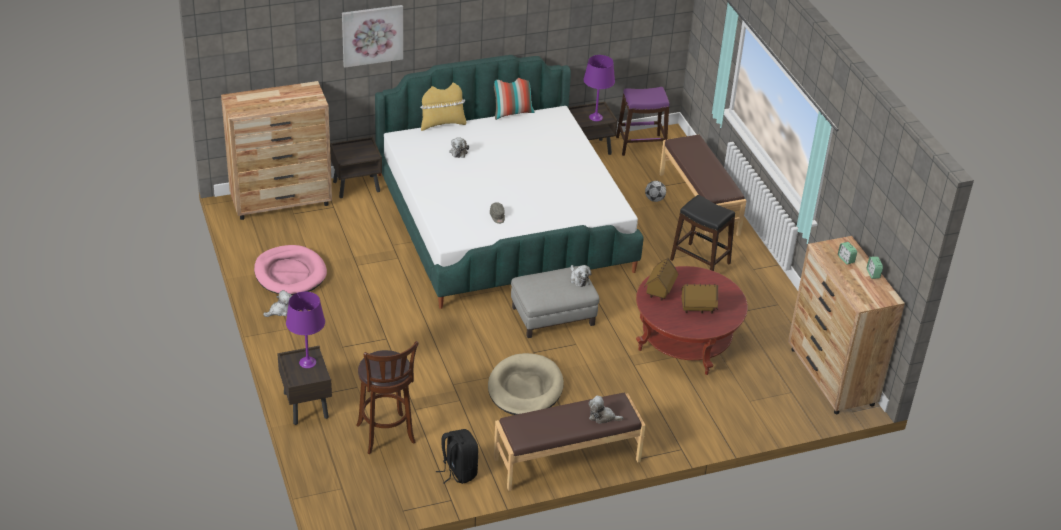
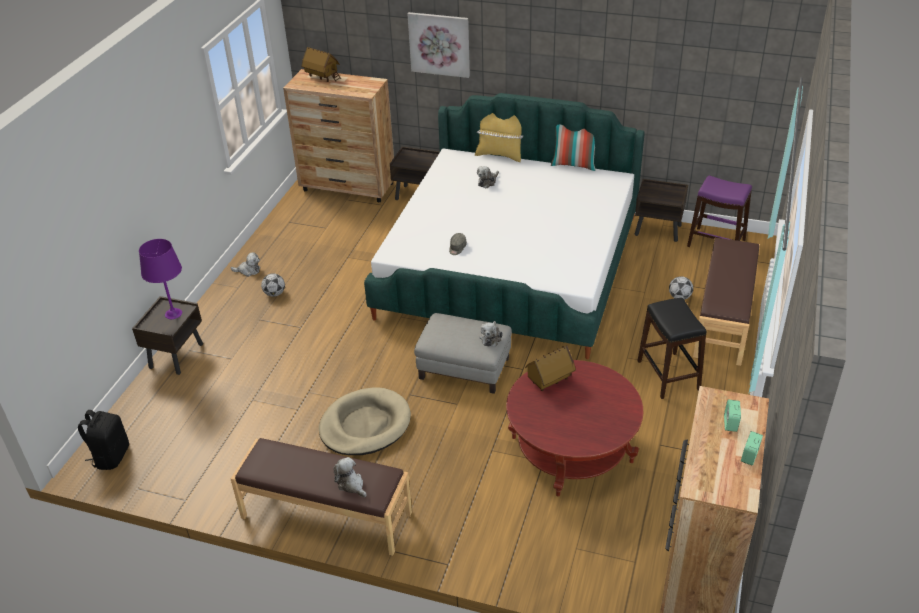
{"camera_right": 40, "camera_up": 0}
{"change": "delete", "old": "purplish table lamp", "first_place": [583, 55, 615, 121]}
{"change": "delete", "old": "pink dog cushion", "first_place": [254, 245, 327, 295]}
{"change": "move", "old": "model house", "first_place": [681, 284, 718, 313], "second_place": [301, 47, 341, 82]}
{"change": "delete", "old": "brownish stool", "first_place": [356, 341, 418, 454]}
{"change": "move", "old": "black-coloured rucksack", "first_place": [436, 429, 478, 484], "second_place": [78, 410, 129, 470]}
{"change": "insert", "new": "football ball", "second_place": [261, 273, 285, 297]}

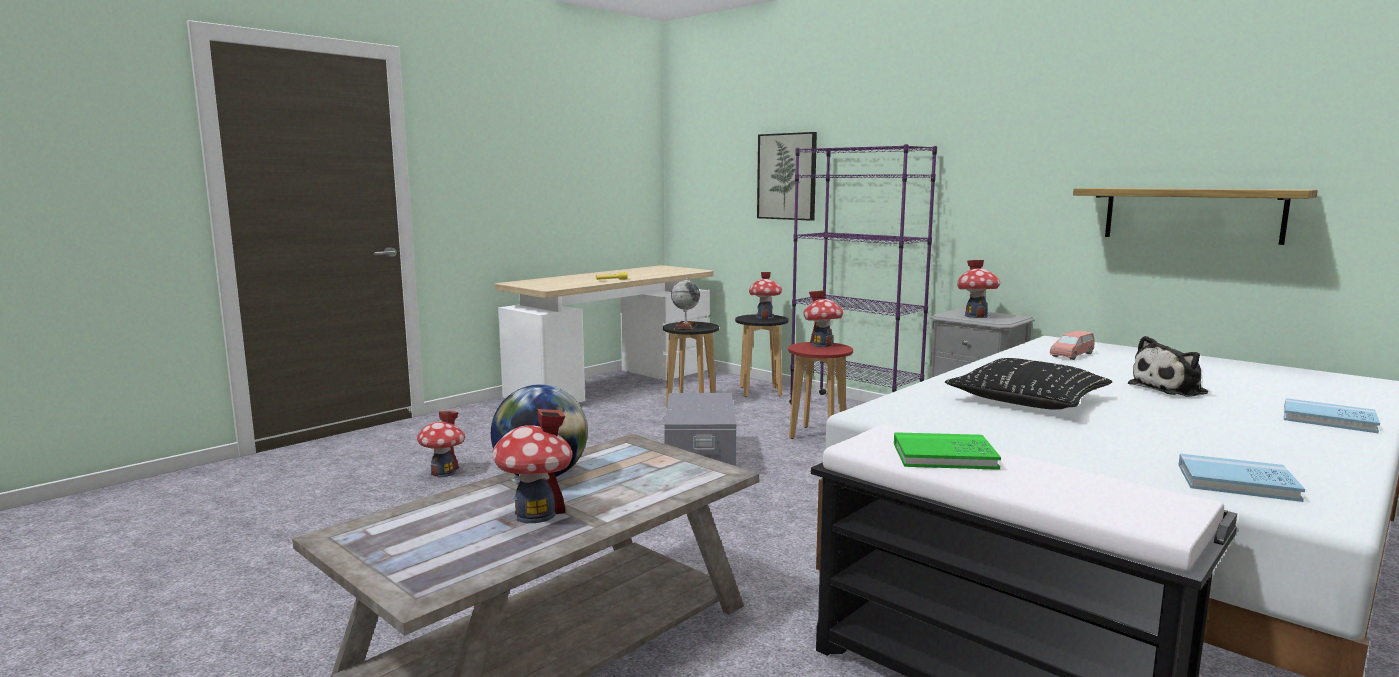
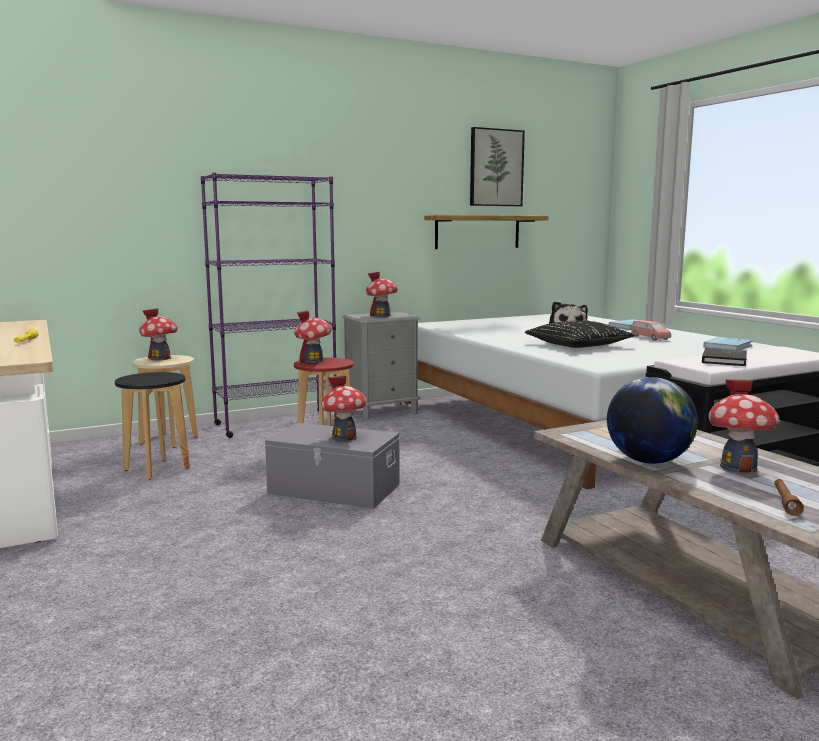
{"camera_right": -70, "camera_up": 0}
{"change": "move", "old": "wall art", "first_place": [757, 132, 817, 221], "second_place": [470, 127, 525, 206]}
{"change": "delete", "old": "globe", "first_place": [671, 278, 700, 330]}
{"change": "recolor", "old": "black-coloured stool", "new": "beige-coloured stool", "first_place": [735, 314, 788, 397], "second_place": [132, 355, 198, 448]}
{"change": "move", "old": "pink toy car", "first_place": [1050, 331, 1095, 360], "second_place": [631, 320, 671, 341]}
{"change": "move", "old": "model house", "first_place": [417, 410, 465, 477], "second_place": [321, 376, 367, 441]}
{"change": "recolor", "old": "green-coloured book", "new": "black-coloured book", "first_place": [894, 432, 1001, 470], "second_place": [702, 348, 747, 366]}
{"change": "insert", "new": "brownish flashlight", "second_place": [774, 479, 804, 516]}

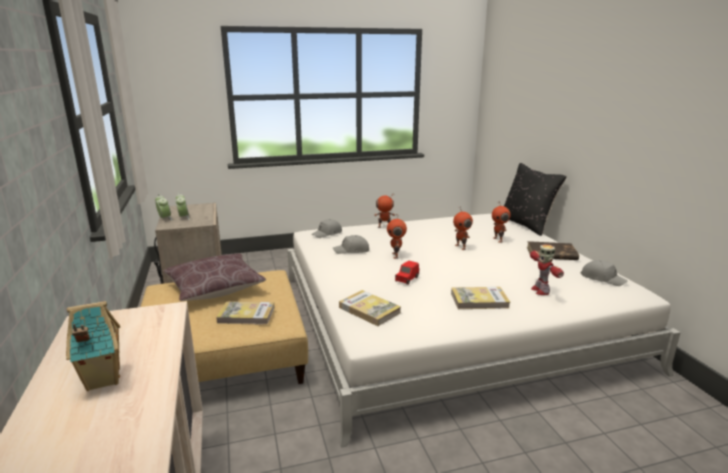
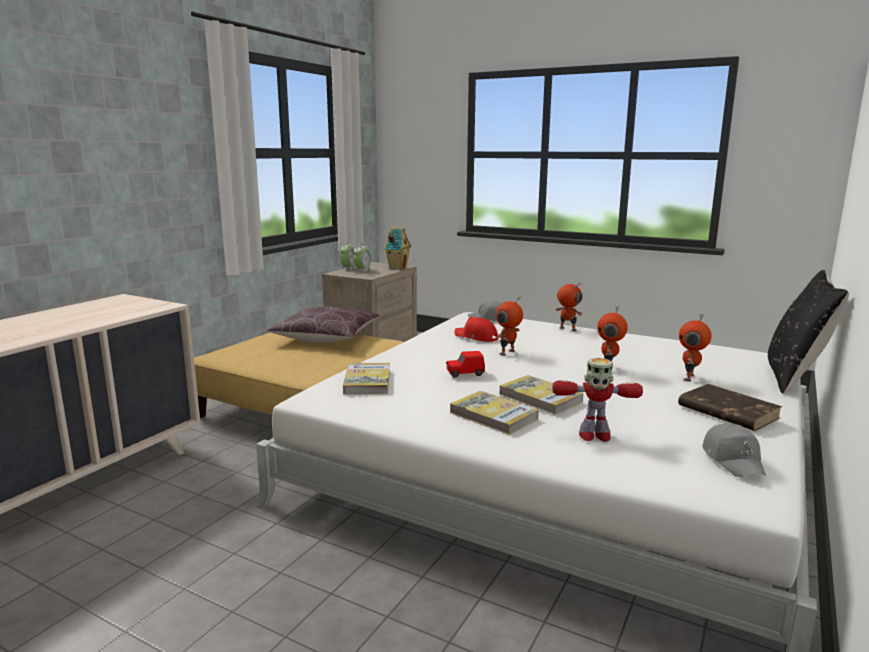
{"camera_right": 45, "camera_up": -5}
{"change": "recolor", "old": "gray baseball cap", "new": "reddish baseball cap", "first_place": [333, 235, 369, 254], "second_place": [454, 317, 498, 342]}
{"change": "rotate", "old": "toy robot", "first_place": [530, 244, 564, 295], "second_place": [552, 358, 643, 442], "degrees": -120}
{"change": "move", "old": "model house", "first_place": [66, 301, 120, 391], "second_place": [384, 227, 411, 269]}
{"change": "move", "old": "book", "first_place": [216, 301, 275, 325], "second_place": [499, 375, 583, 415]}

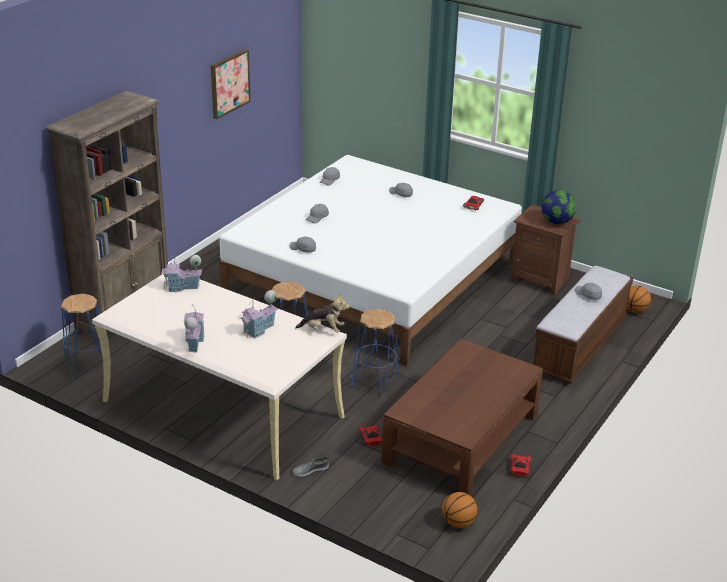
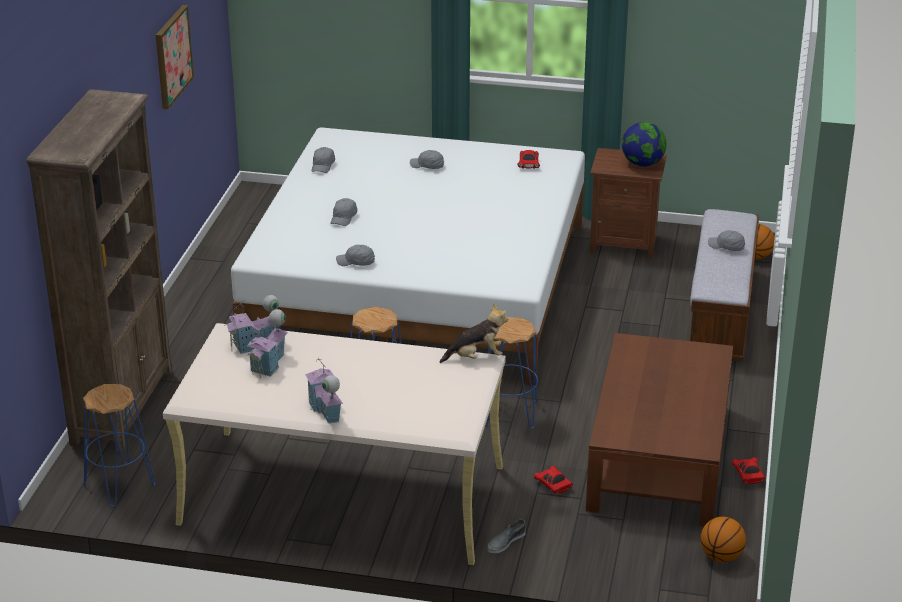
{"camera_right": -20, "camera_up": 0}
{"change": "move", "old": "model house", "first_place": [240, 290, 278, 338], "second_place": [247, 309, 288, 378]}

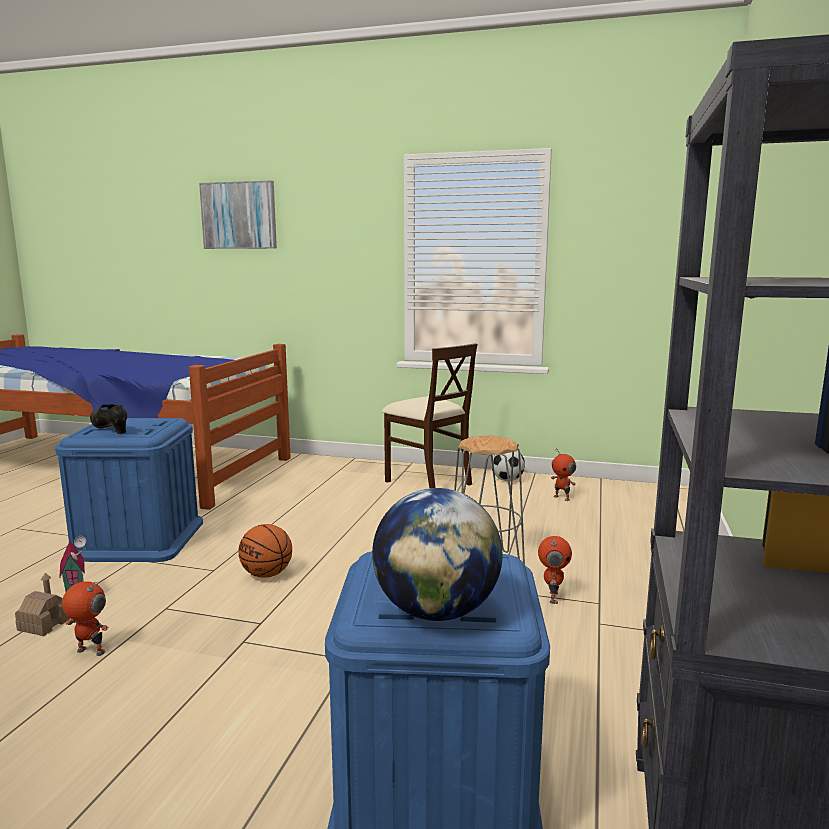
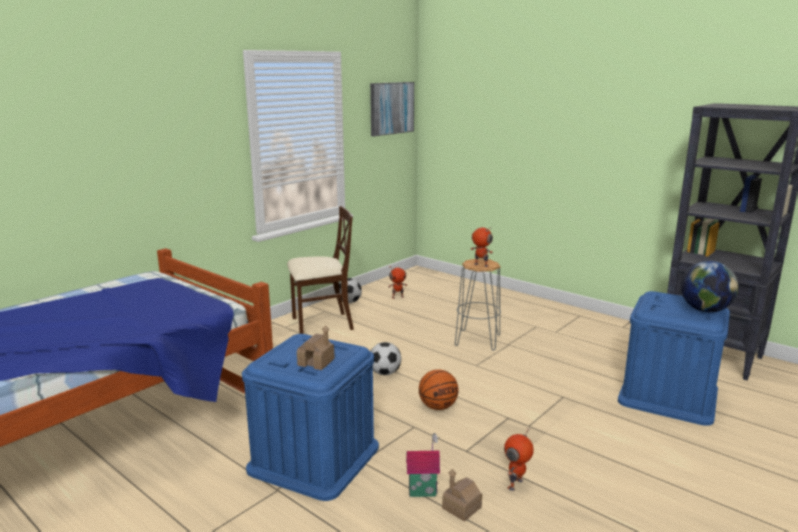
{"camera_right": -65, "camera_up": 5}
{"change": "move", "old": "wall art", "first_place": [199, 181, 277, 249], "second_place": [370, 82, 414, 136]}
{"change": "replace", "old": "black-coloured item of footwear", "new": "model house", "first_place": [90, 404, 127, 434], "second_place": [297, 325, 335, 370]}
{"change": "move", "old": "toy robot", "first_place": [538, 536, 572, 604], "second_place": [471, 227, 493, 267]}
{"change": "insert", "new": "football ball", "second_place": [370, 342, 401, 375]}

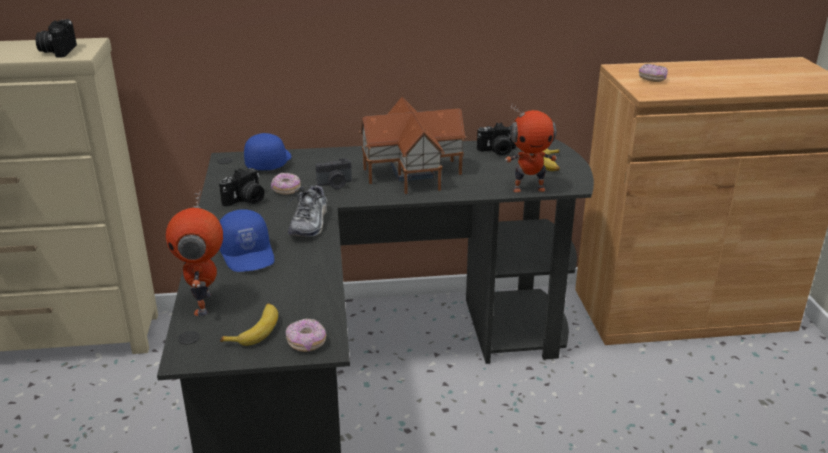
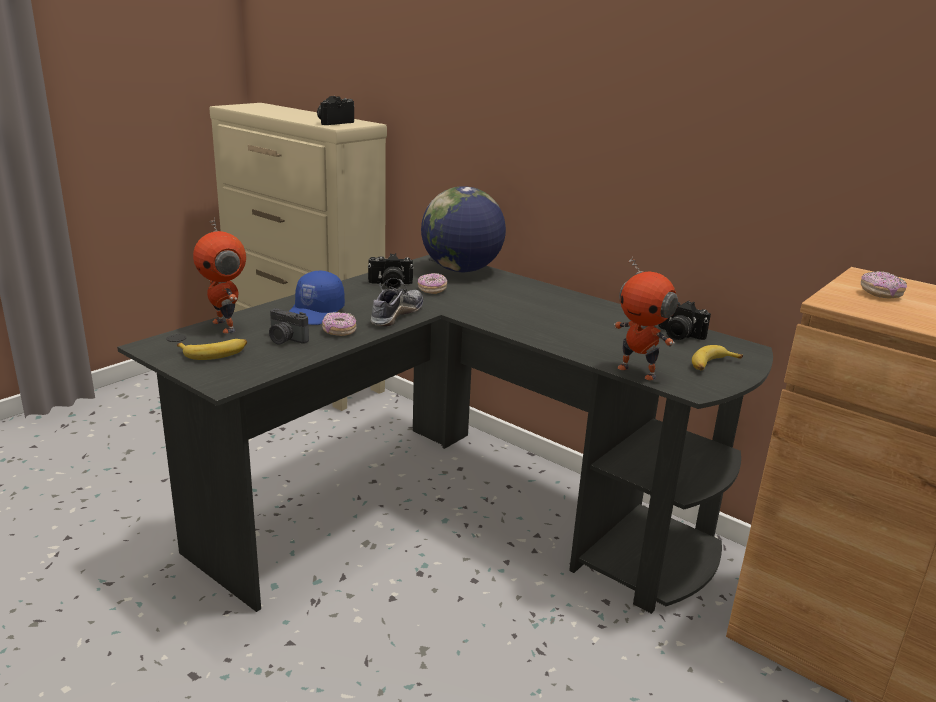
{"camera_right": 45, "camera_up": -5}
{"change": "delete", "old": "model house", "first_place": [359, 96, 466, 194]}
{"change": "replace", "old": "blue-coloured baseball cap", "new": "globe", "first_place": [244, 133, 291, 170], "second_place": [421, 186, 506, 272]}
{"change": "move", "old": "still camera", "first_place": [316, 158, 352, 189], "second_place": [269, 308, 309, 345]}
{"change": "rotate", "old": "item of footwear", "first_place": [287, 184, 328, 237], "second_place": [371, 278, 423, 327], "degrees": 150}
{"change": "rotate", "old": "toy robot", "first_place": [166, 190, 223, 316], "second_place": [193, 218, 246, 334], "degrees": -75}
{"change": "move", "old": "doughnut", "first_place": [285, 318, 326, 352], "second_place": [322, 312, 357, 336]}

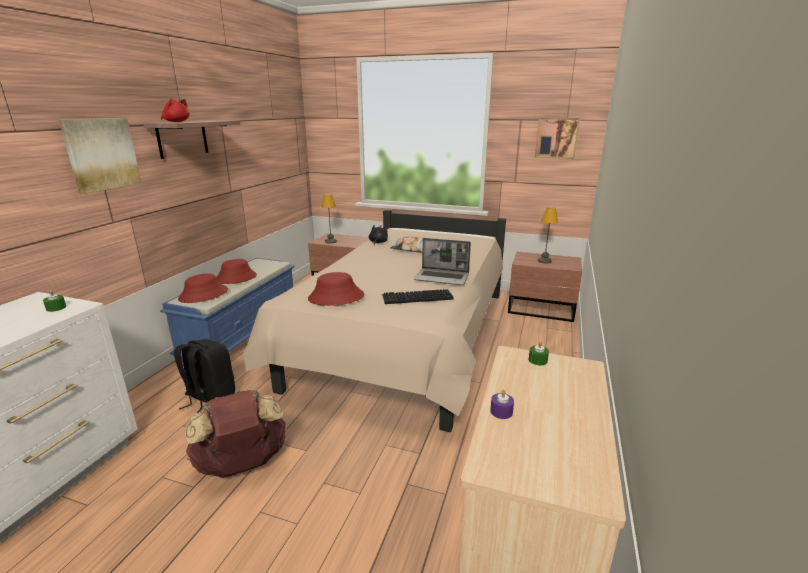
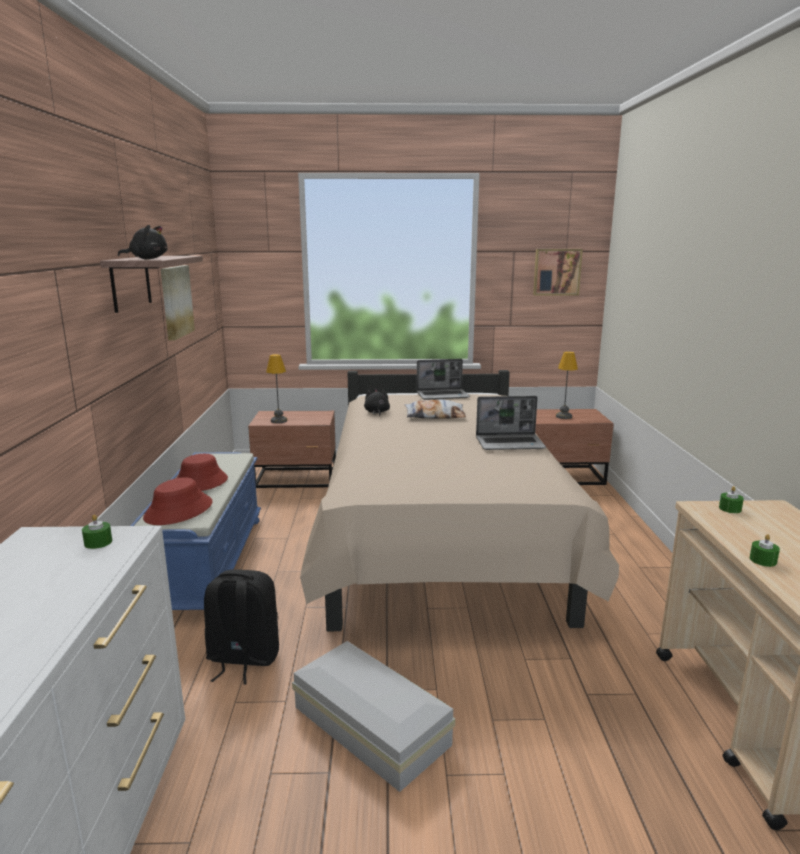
{"camera_right": -20, "camera_up": -5}
{"change": "recolor", "old": "reddish plush toy", "new": "black-coloured plush toy", "first_place": [161, 98, 190, 122], "second_place": [118, 225, 167, 259]}
{"change": "move", "old": "wall art", "first_place": [59, 118, 141, 194], "second_place": [161, 265, 195, 341]}
{"change": "delete", "old": "reddish wearable hat", "first_place": [308, 272, 364, 306]}
{"change": "delete", "old": "computer keyboard", "first_place": [382, 289, 454, 304]}
{"change": "recolor", "old": "purplish candle", "new": "green-coloured candle", "first_place": [490, 389, 514, 419], "second_place": [750, 534, 780, 567]}
{"change": "replace", "old": "brownish rucksack", "new": "white storage container", "first_place": [185, 390, 287, 478], "second_place": [292, 641, 455, 792]}
{"change": "insert", "new": "laptop", "second_place": [417, 359, 470, 400]}

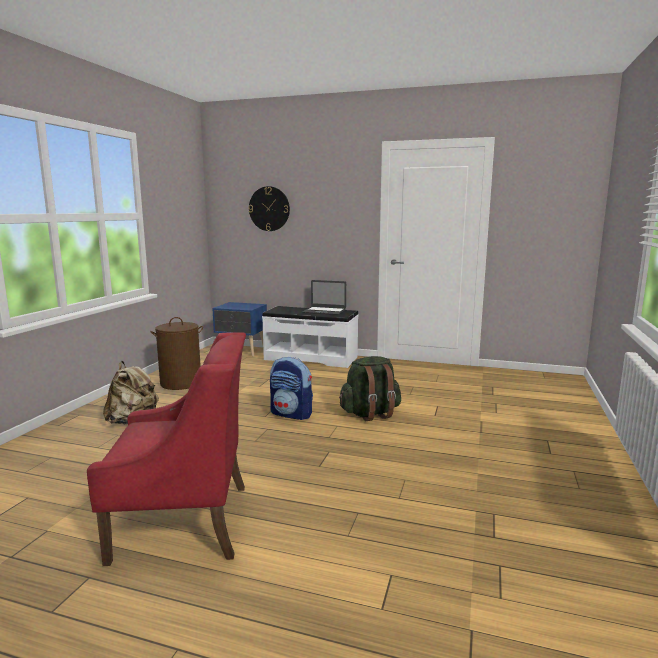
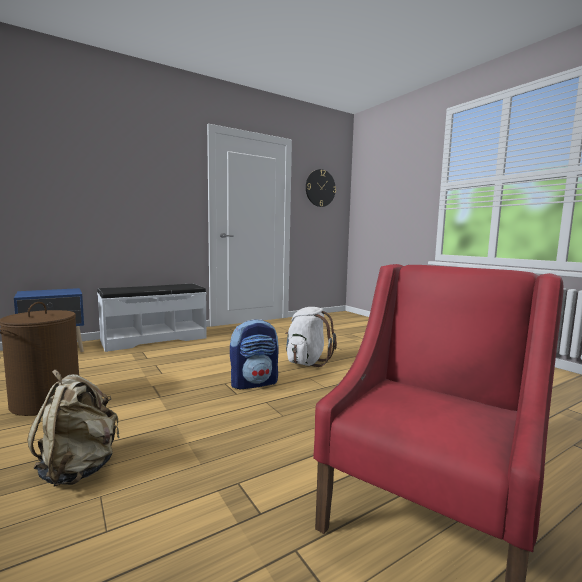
{"camera_right": -50, "camera_up": -5}
{"change": "move", "old": "wall clock", "first_place": [248, 186, 290, 231], "second_place": [306, 169, 336, 207]}
{"change": "delete", "old": "laptop", "first_place": [302, 280, 346, 315]}
{"change": "recolor", "old": "green-coloured rucksack", "new": "white rucksack", "first_place": [339, 356, 401, 421], "second_place": [285, 307, 337, 367]}

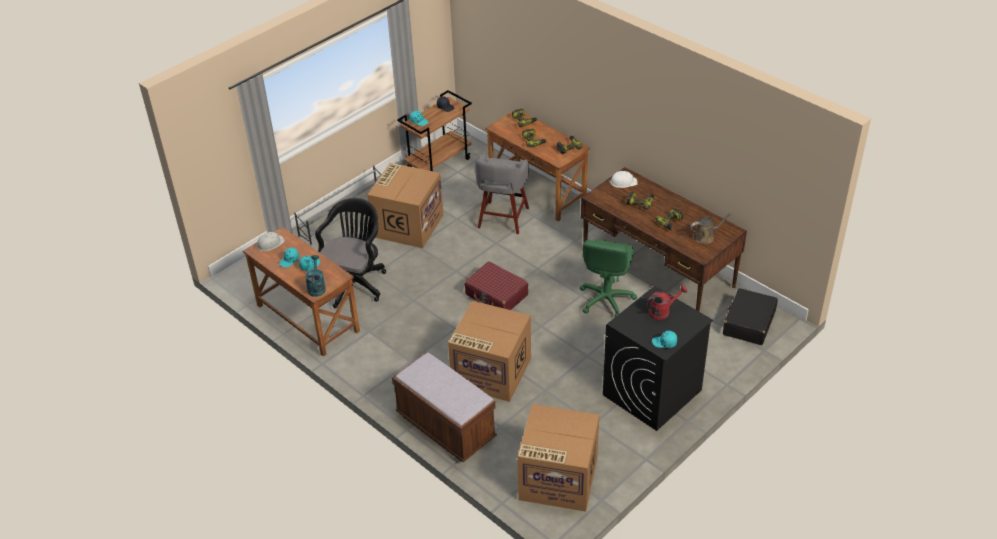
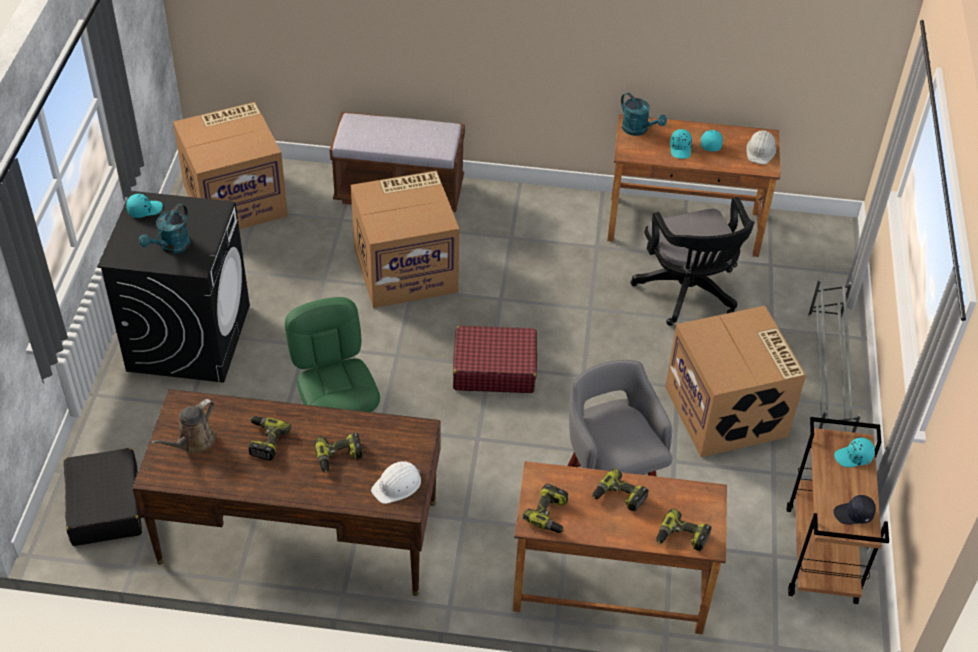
{"camera_right": 140, "camera_up": 5}
{"change": "recolor", "old": "reddish watering can", "new": "blue-green watering can", "first_place": [646, 285, 687, 320], "second_place": [139, 204, 190, 254]}

